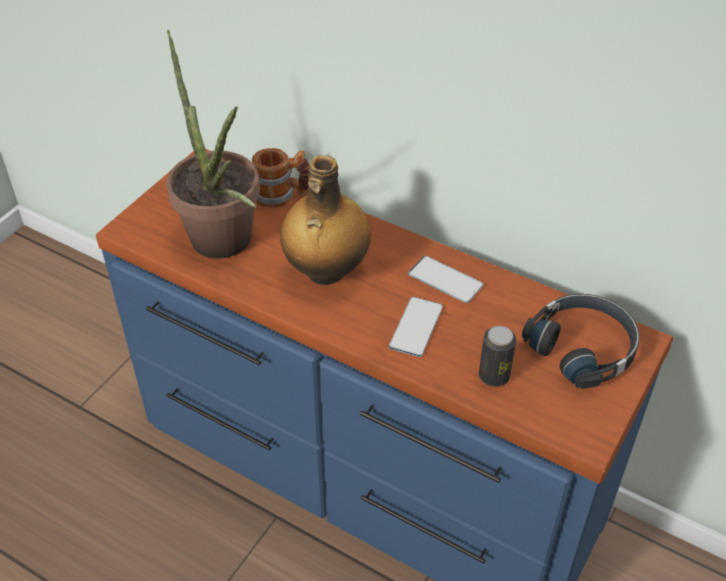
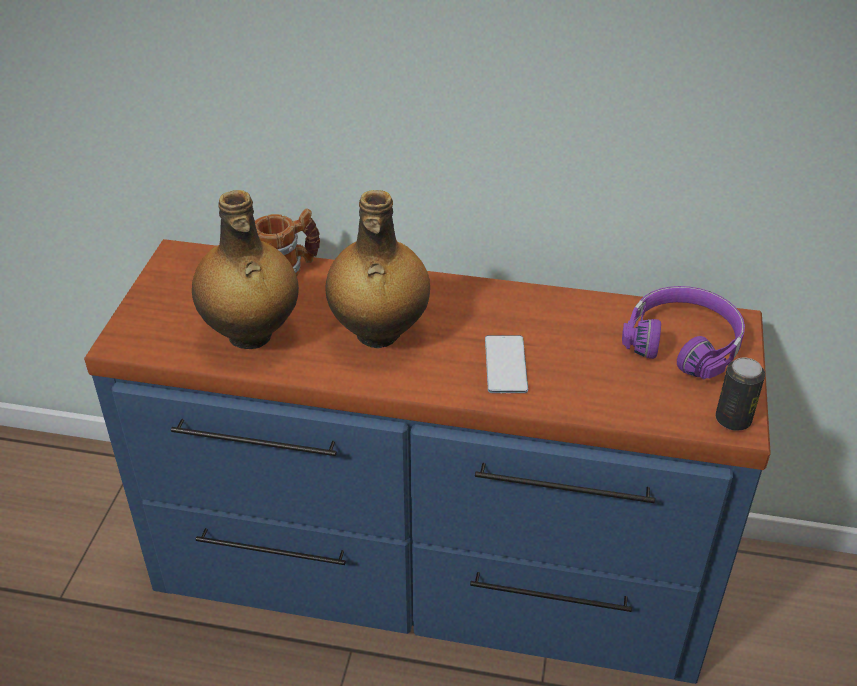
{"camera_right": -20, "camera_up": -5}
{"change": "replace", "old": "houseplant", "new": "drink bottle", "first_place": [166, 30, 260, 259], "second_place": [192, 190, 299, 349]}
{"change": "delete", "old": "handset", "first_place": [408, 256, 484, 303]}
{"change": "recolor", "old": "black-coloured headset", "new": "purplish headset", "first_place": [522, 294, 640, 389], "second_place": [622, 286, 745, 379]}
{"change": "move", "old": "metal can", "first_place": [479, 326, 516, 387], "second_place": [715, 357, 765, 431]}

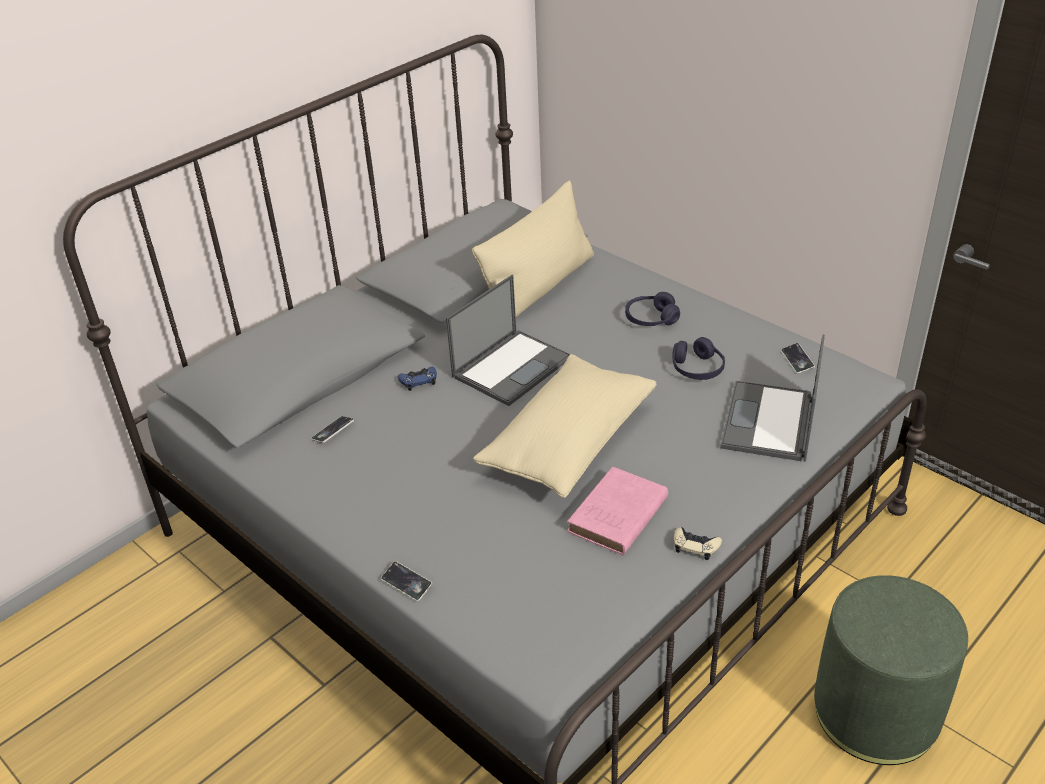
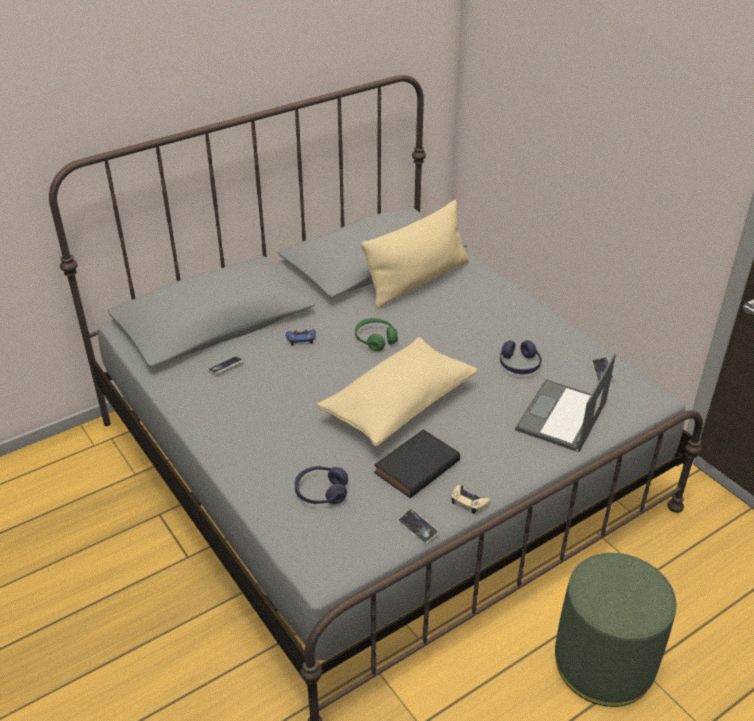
{"camera_right": 10, "camera_up": 0}
{"change": "replace", "old": "laptop", "new": "green-coloured headset", "first_place": [446, 275, 570, 406], "second_place": [355, 318, 398, 351]}
{"change": "move", "old": "purplish headset", "first_place": [625, 292, 680, 326], "second_place": [295, 466, 348, 504]}
{"change": "recolor", "old": "pink book", "new": "black-coloured book", "first_place": [567, 467, 668, 555], "second_place": [374, 429, 460, 498]}
{"change": "move", "old": "handset", "first_place": [381, 561, 432, 601], "second_place": [398, 509, 438, 544]}

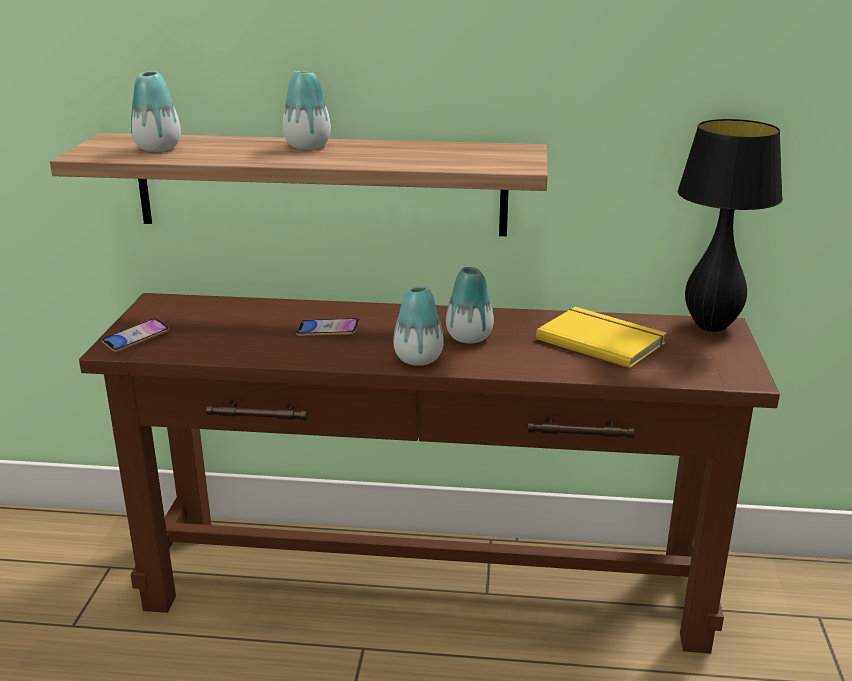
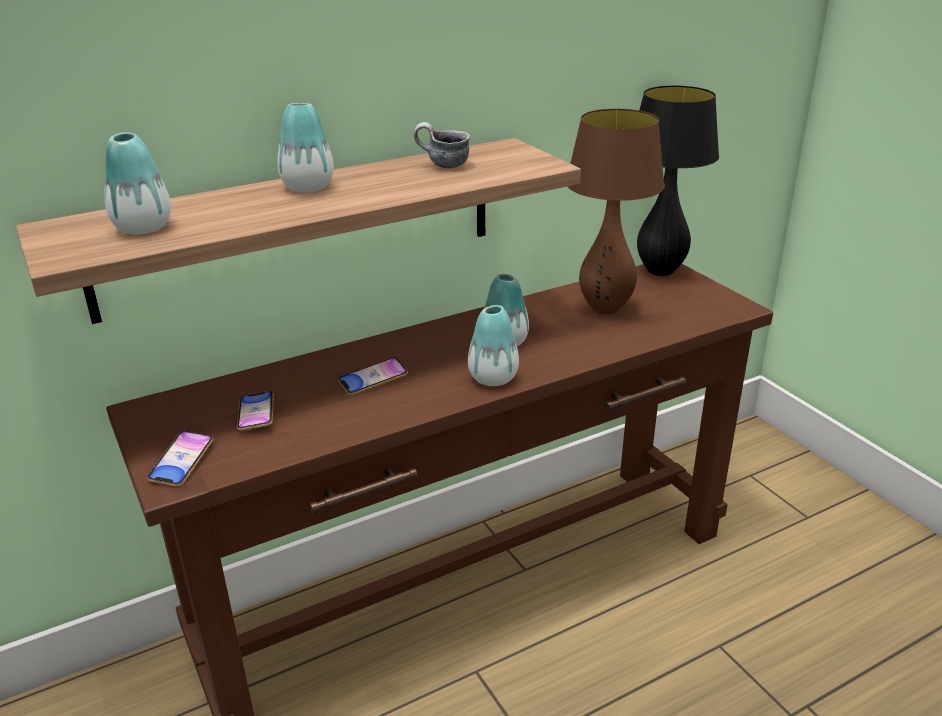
{"camera_right": -35, "camera_up": 5}
{"change": "replace", "old": "yellow-coloured book", "new": "brownish table lamp", "first_place": [536, 307, 667, 369], "second_place": [567, 109, 665, 314]}
{"change": "insert", "new": "coffee mug", "second_place": [413, 122, 470, 169]}
{"change": "insert", "new": "handset", "second_place": [237, 391, 274, 431]}

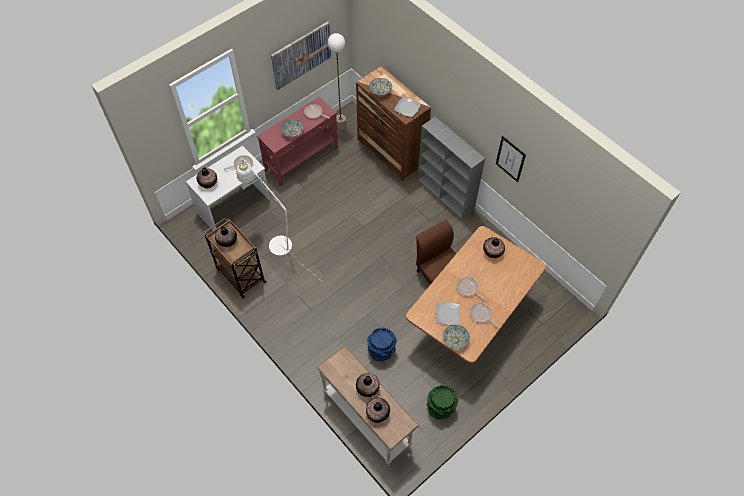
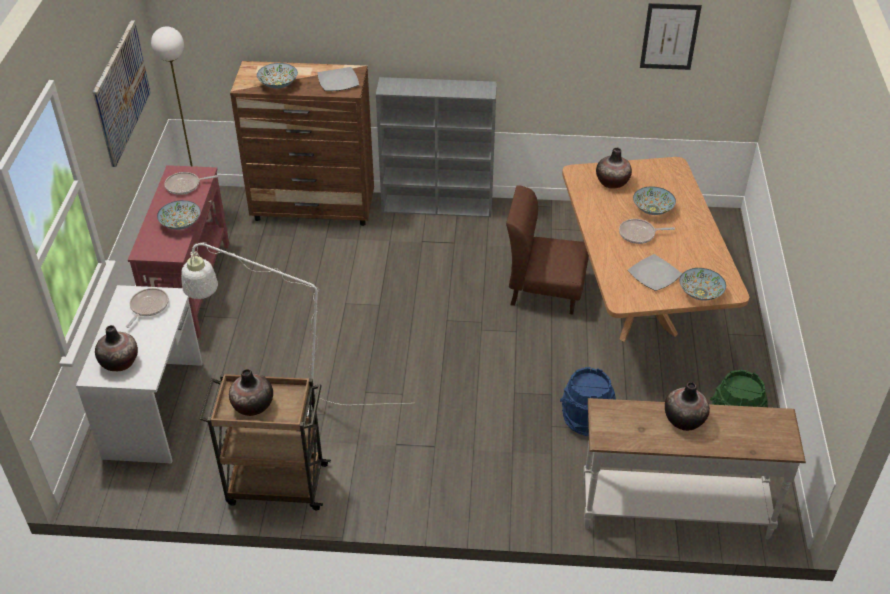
{"camera_right": -45, "camera_up": -15}
{"change": "move", "old": "wall art", "first_place": [496, 136, 526, 182], "second_place": [640, 3, 702, 70]}
{"change": "delete", "old": "frying pan", "first_place": [470, 303, 499, 327]}
{"change": "delete", "old": "decorative vase", "first_place": [366, 398, 390, 423]}
{"change": "insert", "new": "serving bowl", "second_place": [633, 186, 676, 215]}

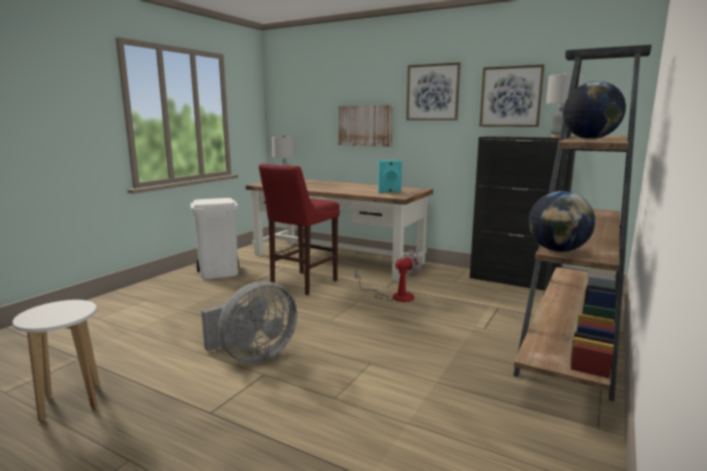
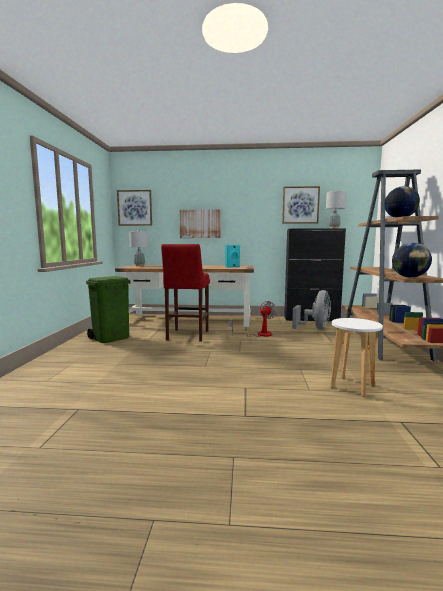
{"camera_right": -25, "camera_up": -5}
{"change": "move", "old": "wall art", "first_place": [406, 62, 460, 120], "second_place": [117, 190, 152, 226]}
{"change": "recolor", "old": "white rubbish bin", "new": "green-coloured rubbish bin", "first_place": [191, 198, 239, 279], "second_place": [86, 276, 130, 343]}
{"change": "move", "old": "gray cooling fan", "first_place": [201, 281, 297, 363], "second_place": [292, 290, 331, 329]}
{"change": "move", "old": "white stool", "first_place": [13, 300, 100, 422], "second_place": [330, 318, 383, 397]}

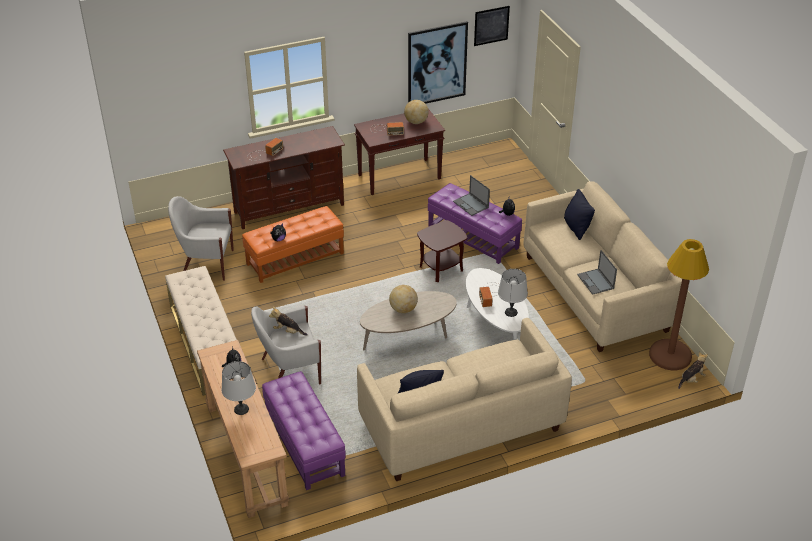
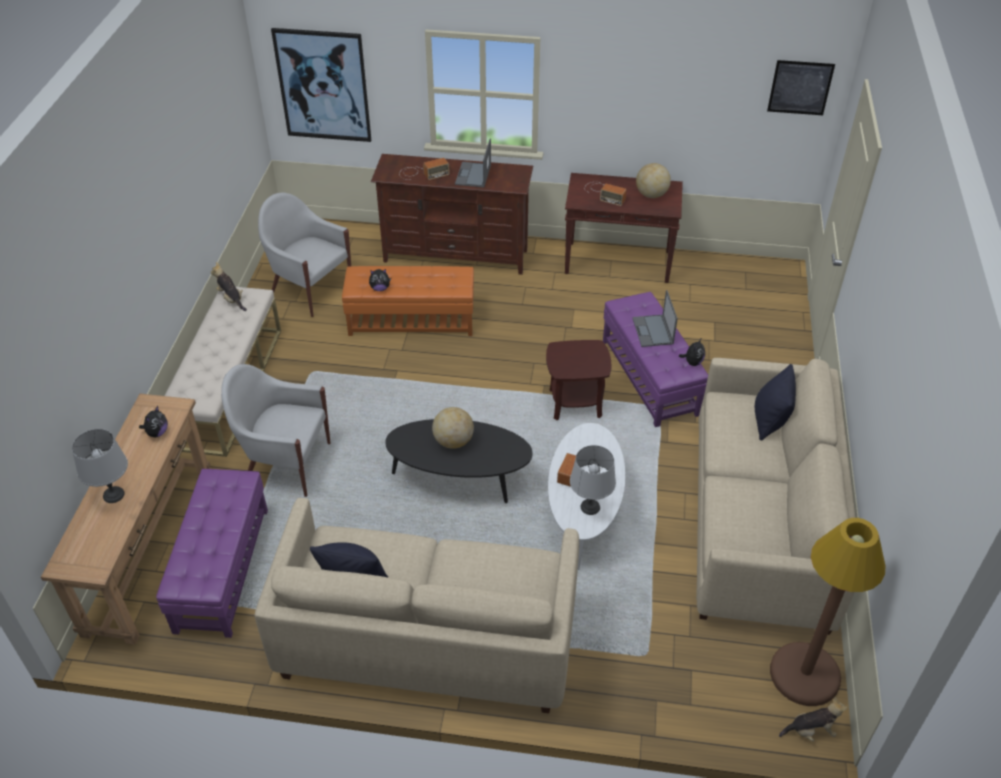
{"camera_right": 30, "camera_up": 5}
{"change": "move", "old": "wall art", "first_place": [408, 21, 468, 104], "second_place": [271, 28, 371, 142]}
{"change": "move", "old": "laptop", "first_place": [577, 250, 617, 295], "second_place": [455, 138, 491, 187]}
{"change": "recolor", "old": "beige-coloured low table", "new": "black-coloured low table", "first_place": [360, 291, 457, 350], "second_place": [385, 419, 533, 503]}
{"change": "move", "old": "plush toy", "first_place": [269, 307, 308, 336], "second_place": [211, 262, 247, 311]}

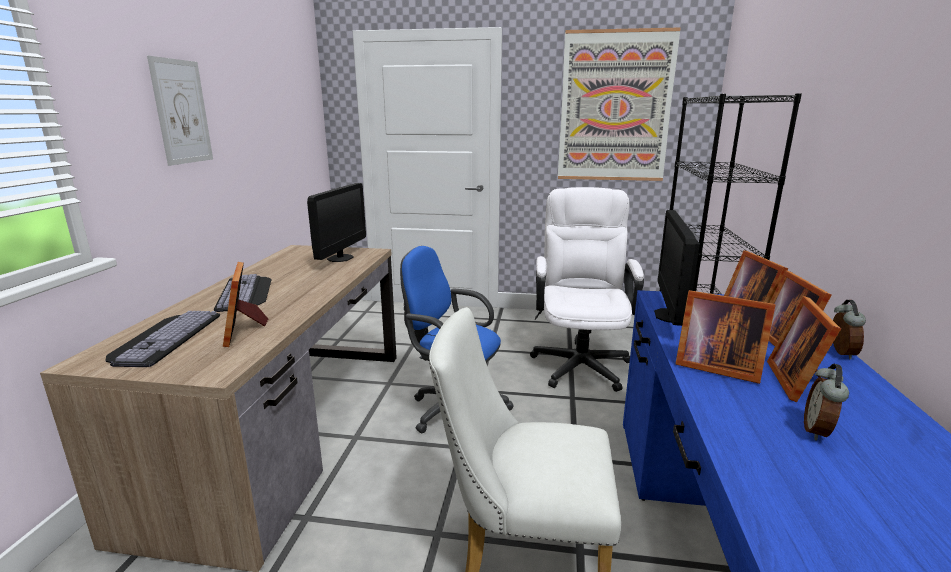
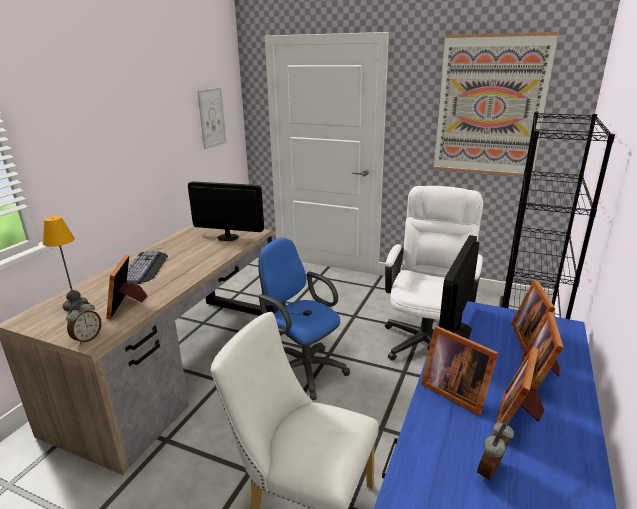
{"camera_right": 15, "camera_up": 5}
{"change": "move", "old": "wall art", "first_place": [147, 56, 213, 166], "second_place": [197, 87, 227, 149]}
{"change": "rotate", "old": "monitor", "first_place": [307, 183, 366, 262], "second_place": [188, 181, 264, 241], "degrees": -105}
{"change": "move", "old": "alarm clock", "first_place": [833, 300, 866, 360], "second_place": [66, 301, 102, 345]}
{"change": "replace", "old": "computer keyboard", "new": "table lamp", "first_place": [106, 311, 220, 367], "second_place": [43, 216, 88, 311]}

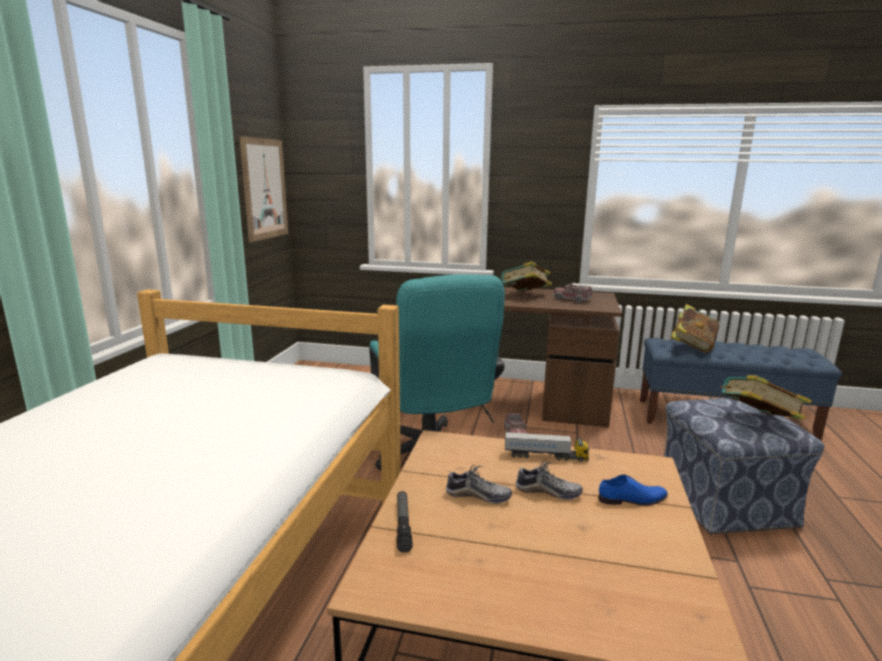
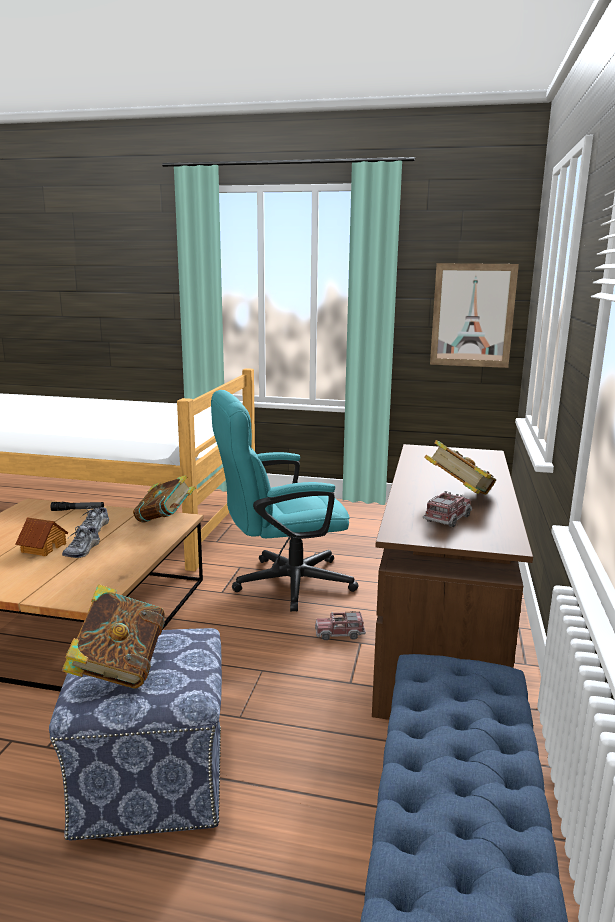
{"camera_right": 90, "camera_up": 0}
{"change": "move", "old": "book", "first_place": [671, 304, 719, 353], "second_place": [133, 475, 195, 523]}
{"change": "delete", "old": "toy truck", "first_place": [505, 432, 589, 462]}
{"change": "delete", "old": "blue-coloured item of footwear", "first_place": [598, 474, 668, 506]}
{"change": "insert", "new": "model house", "second_place": [16, 517, 68, 556]}

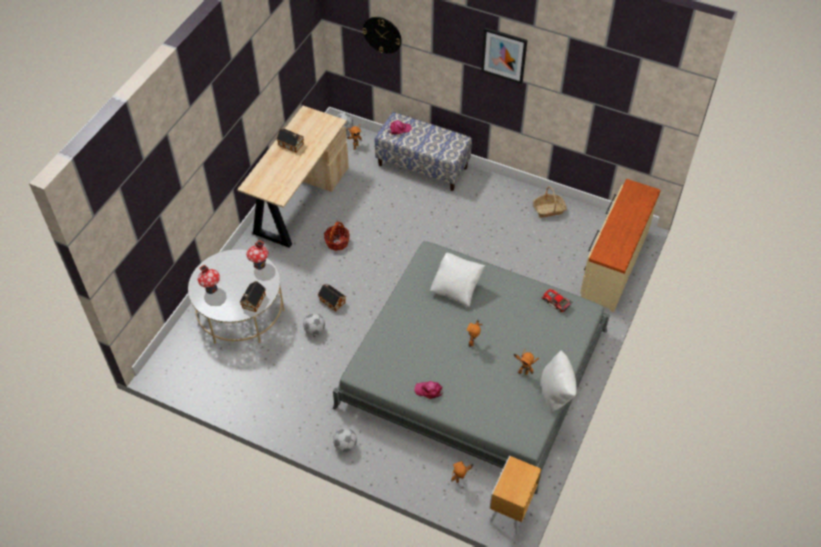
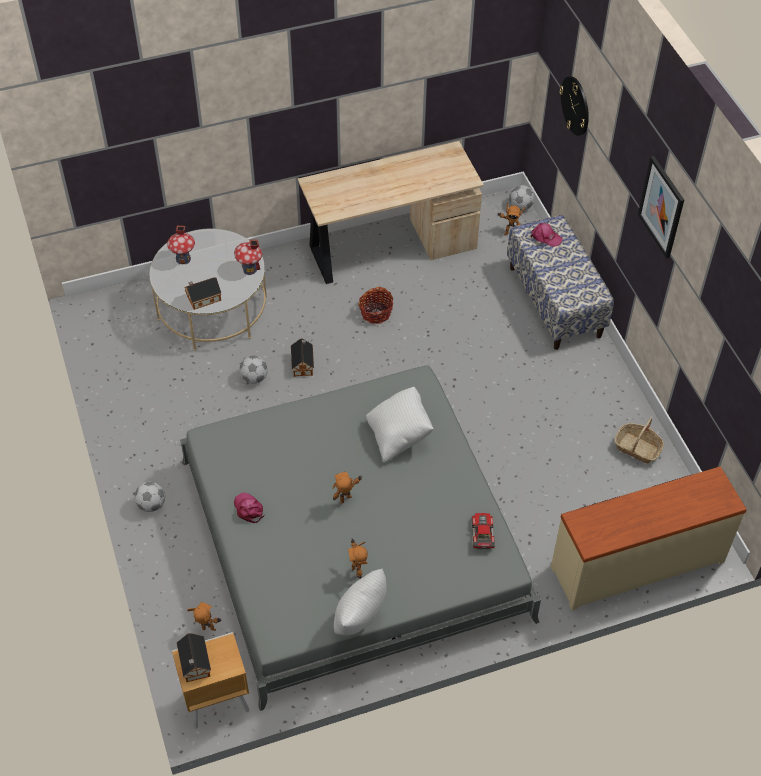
{"camera_right": 45, "camera_up": 0}
{"change": "move", "old": "model house", "first_place": [277, 128, 304, 152], "second_place": [177, 633, 211, 682]}

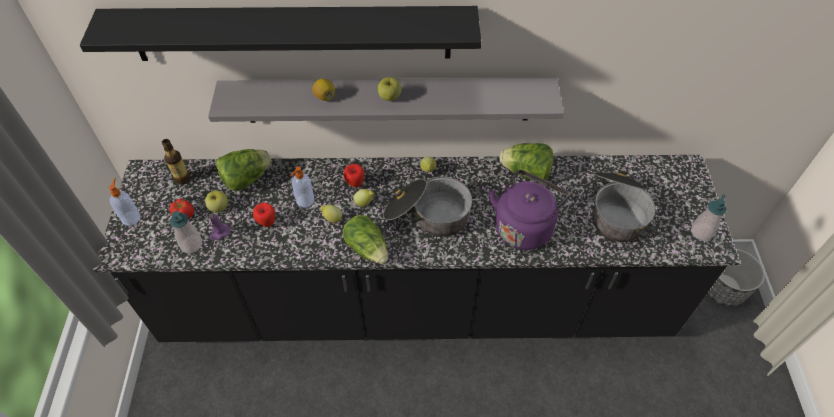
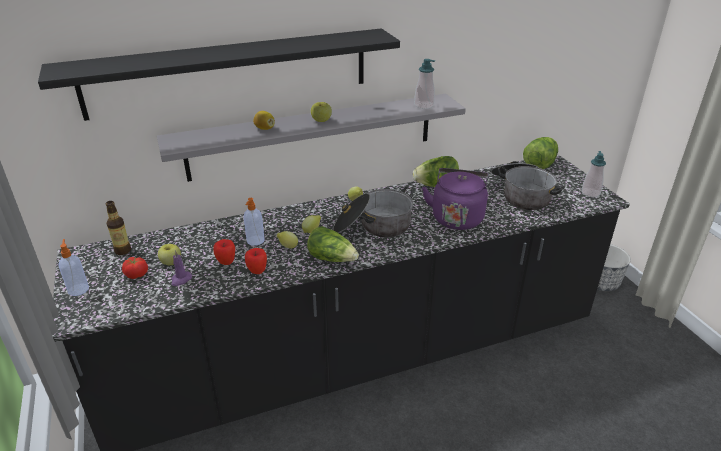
{"camera_right": -20, "camera_up": -20}
{"change": "move", "old": "lettuce", "first_place": [216, 149, 272, 191], "second_place": [523, 137, 558, 169]}
{"change": "move", "old": "apple", "first_place": [344, 164, 364, 188], "second_place": [245, 248, 267, 274]}
{"change": "move", "old": "soap dispenser", "first_place": [170, 211, 202, 253], "second_place": [414, 59, 435, 109]}

